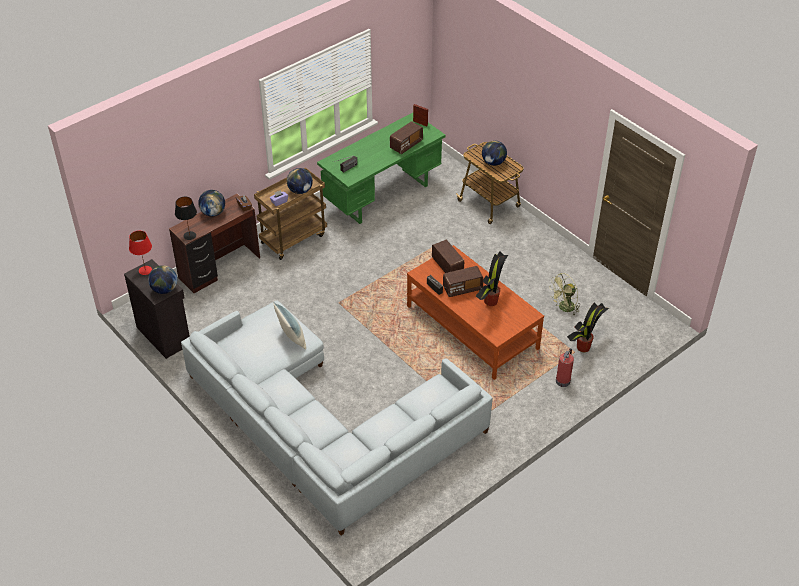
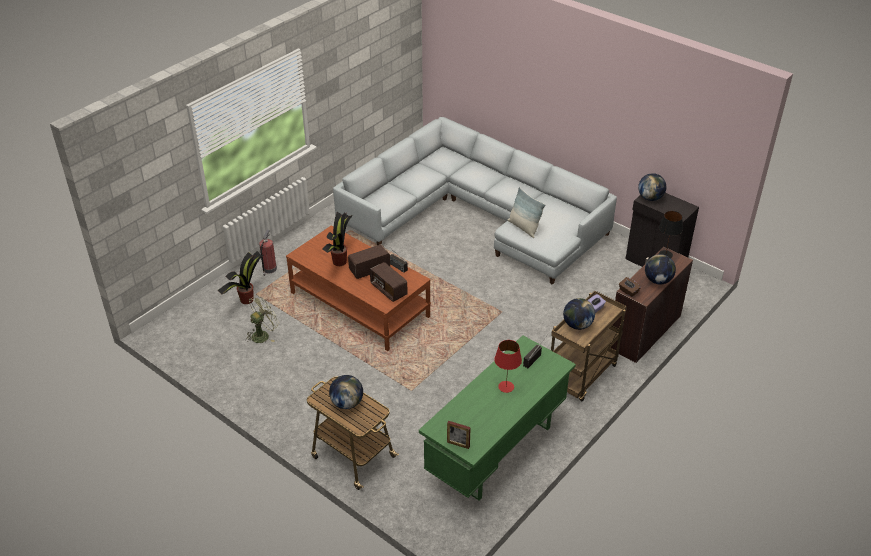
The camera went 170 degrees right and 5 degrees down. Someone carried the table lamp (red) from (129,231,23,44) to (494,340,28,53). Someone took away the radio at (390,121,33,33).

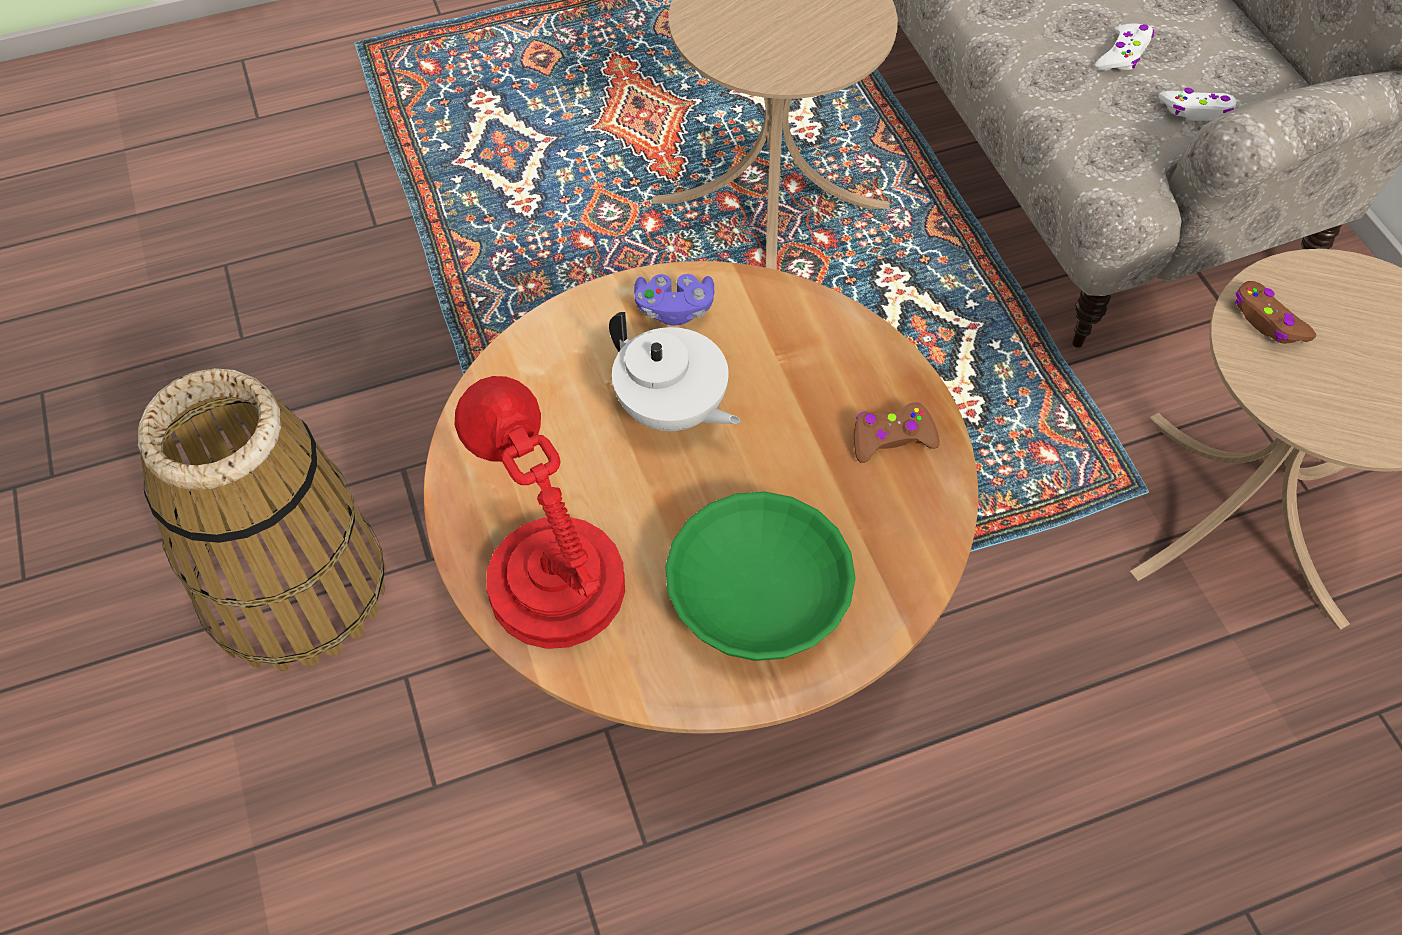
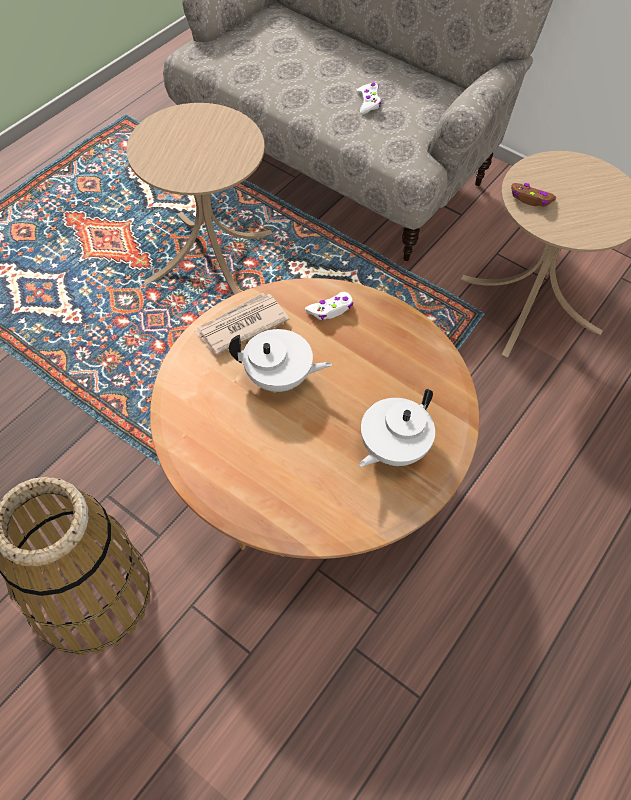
The camera went 35 degrees left and 0 degrees up. Someone swapped the game controller (purple) at (634,274,80,52) for the newspaper at (195,293,95,62). Someone carried the game controller (white) from (1159,88,78,33) to (305,292,48,28). Someone swapped the bowl (green) at (665,491,191,170) for the teapot (white) at (359,389,76,78). Someone took away the table lamp (red) at (455,376,170,273). Someone took away the game controller (brown) at (854,402,86,61).

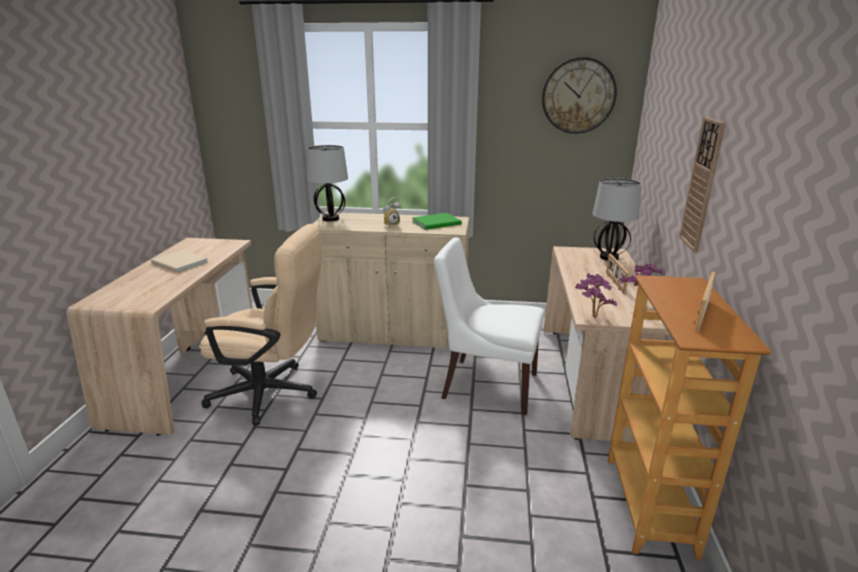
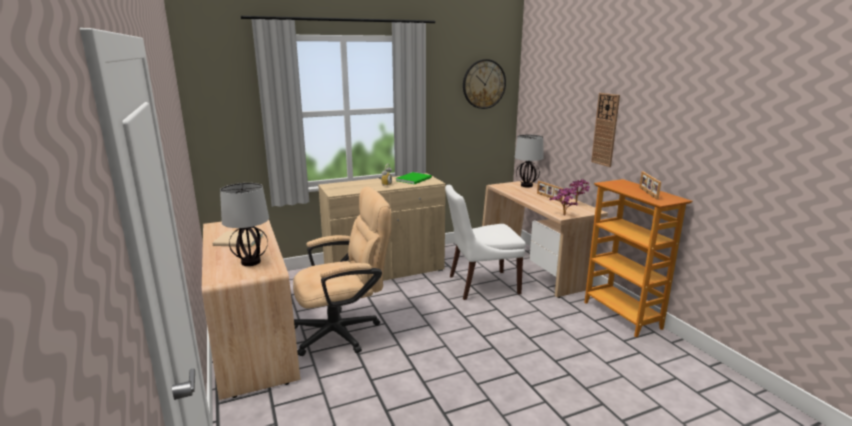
The camera went 30 degrees left and 5 degrees down. Someone carried the table lamp from (307,145,41,76) to (220,183,49,83).

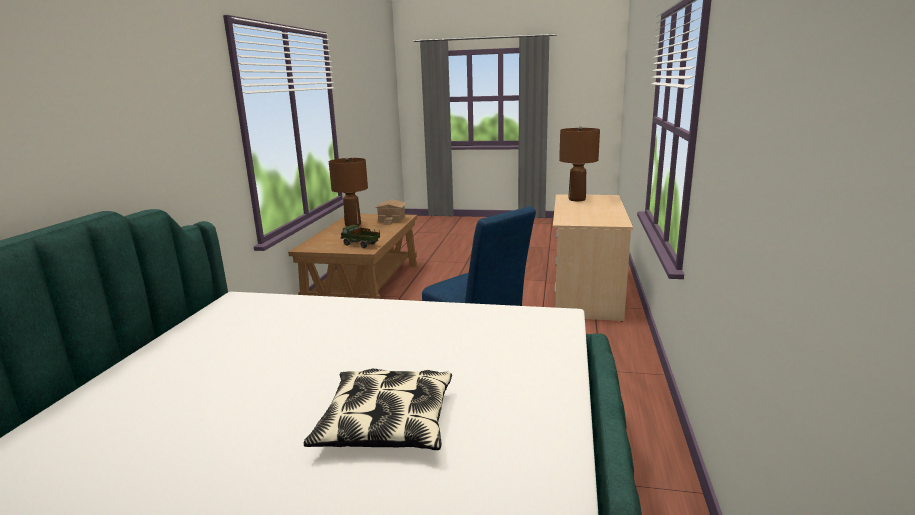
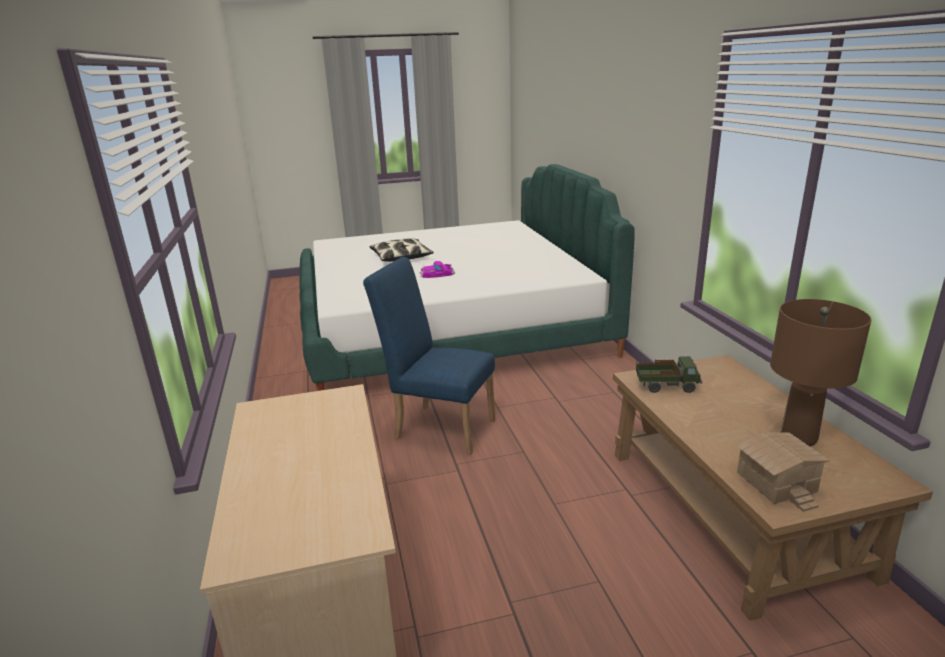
The camera went 155 degrees right and 5 degrees up. Someone put down the toy car at (419,261,36,17). Someone took away the table lamp (brown) at (559,126,41,75).

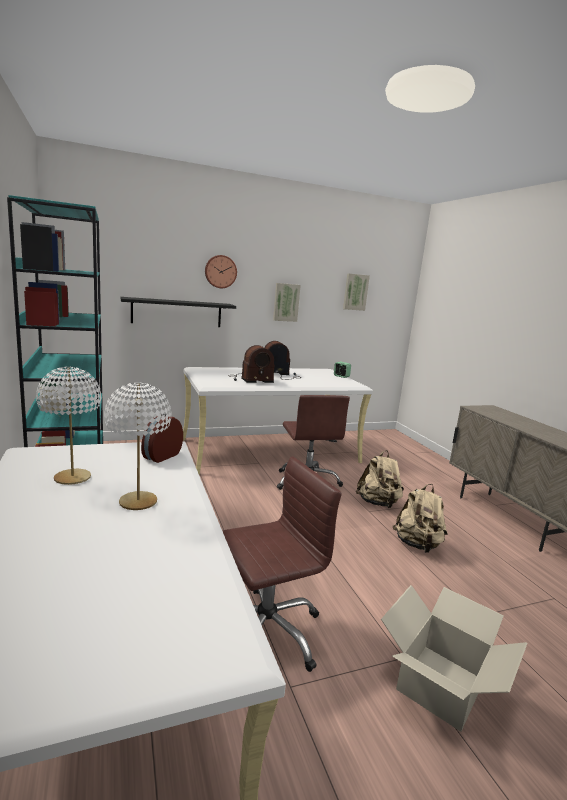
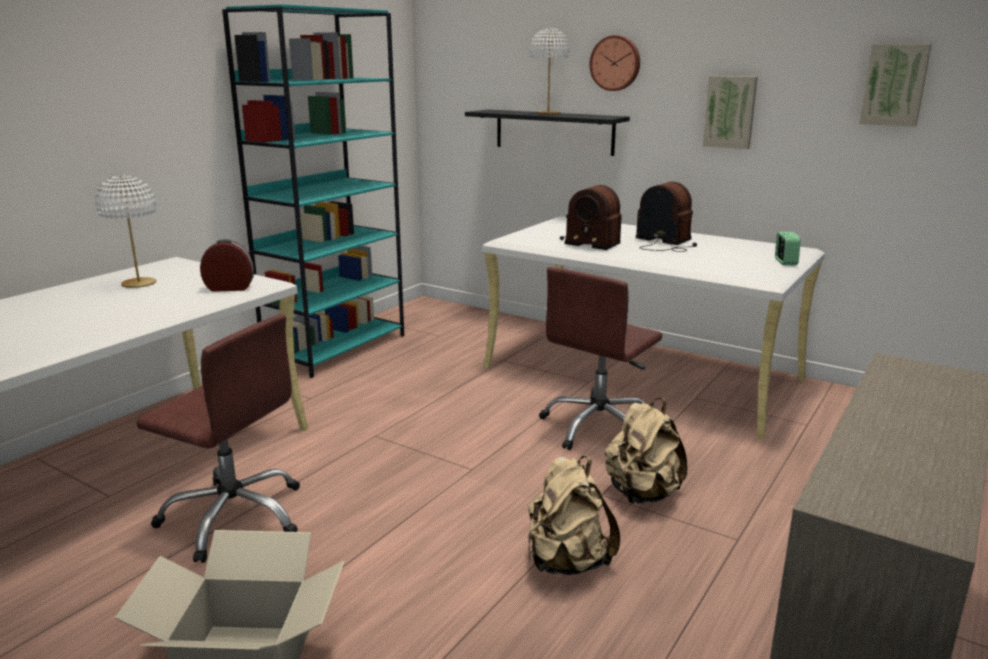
The camera went 55 degrees right and 5 degrees up. Someone carried the table lamp (white) from (104,382,67,128) to (530,28,40,86).

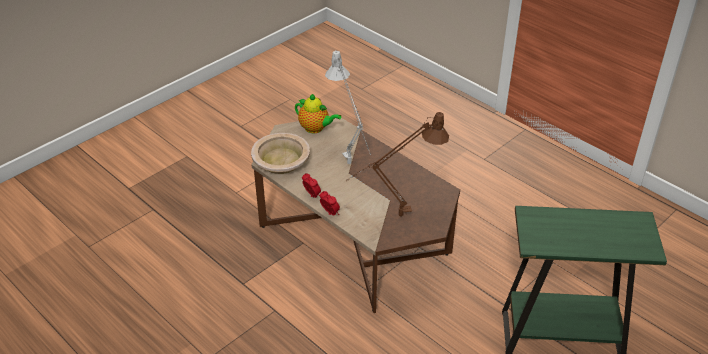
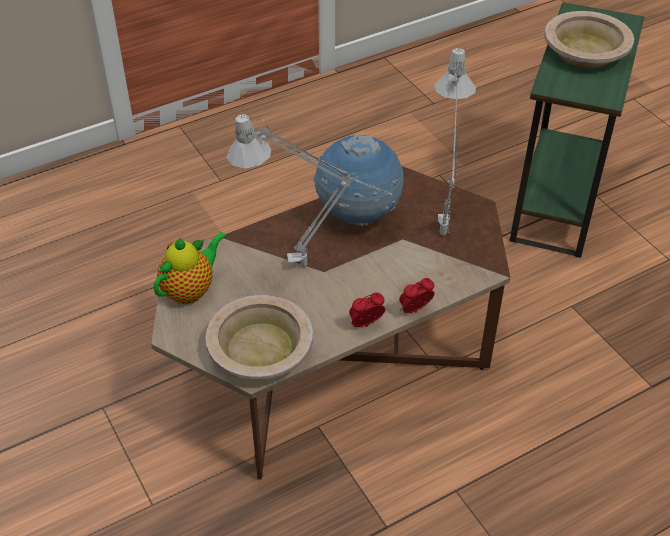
The camera went 75 degrees left and 5 degrees up. Someone put down the globe at (313,134,91,92). Someone repainted the table lamp (brown) at (346,112,103,104), which became the table lamp (grey) at (434,48,42,187). Someone put down the bowl (beige) at (544,11,90,57).

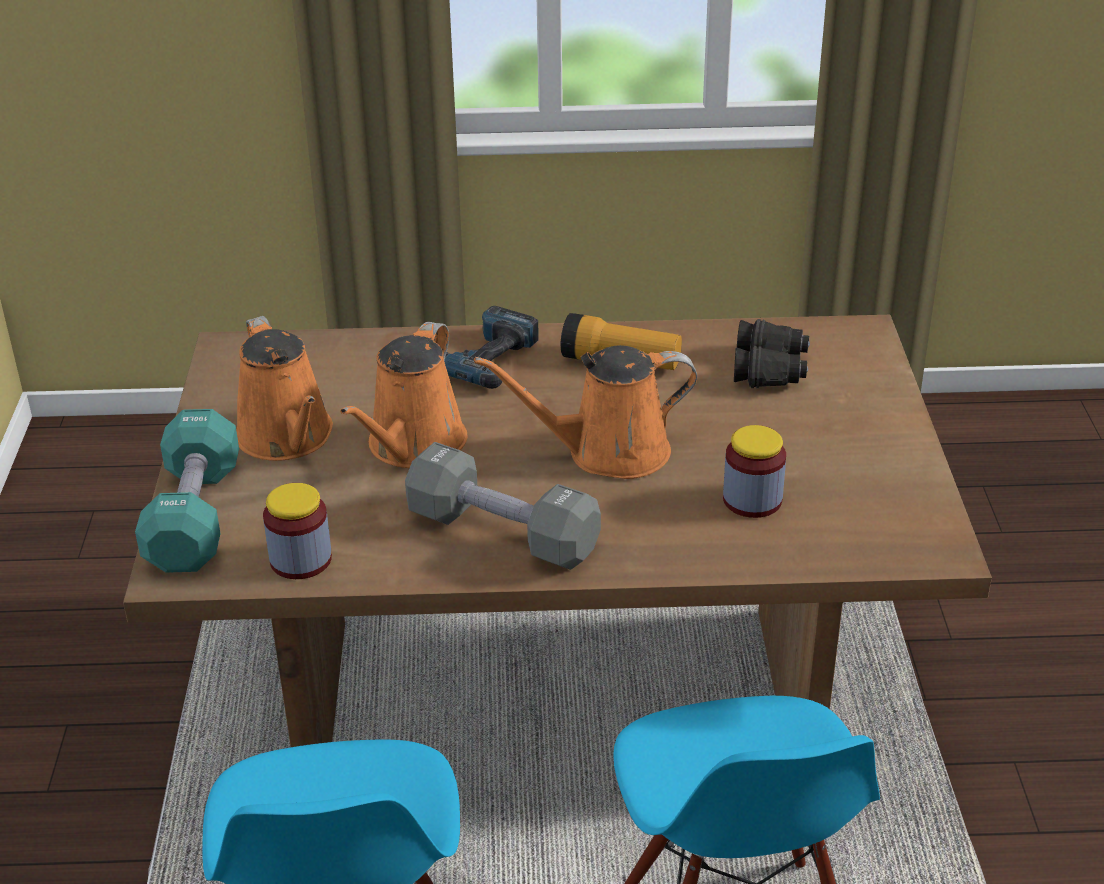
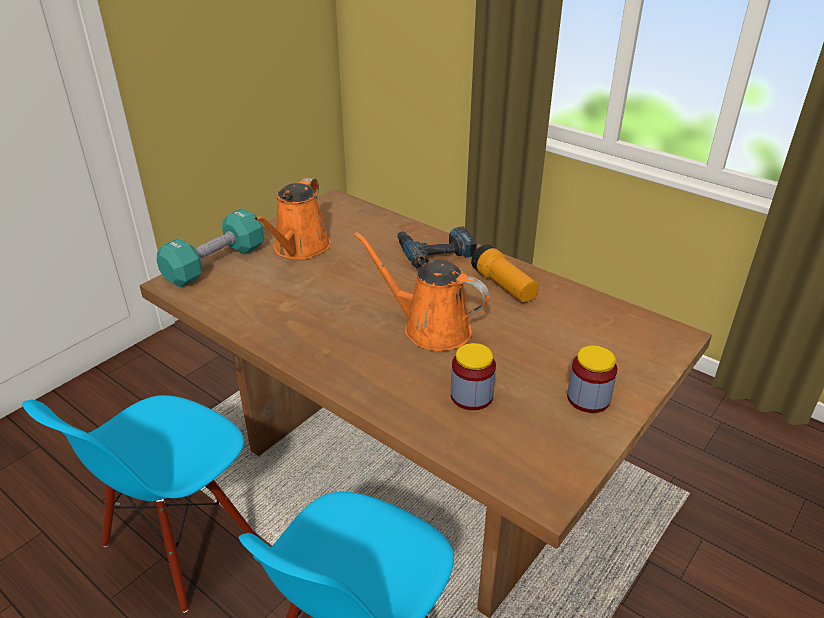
The camera went 40 degrees right and 0 degrees up. Someone carried the jar from (263,483,69,96) to (567,345,50,68). Someone took away the watering can (orange) at (340,322,127,146). Someone took away the dumbbell (grey) at (405,442,196,128). Someone took away the binoculars (black) at (734,319,76,69).

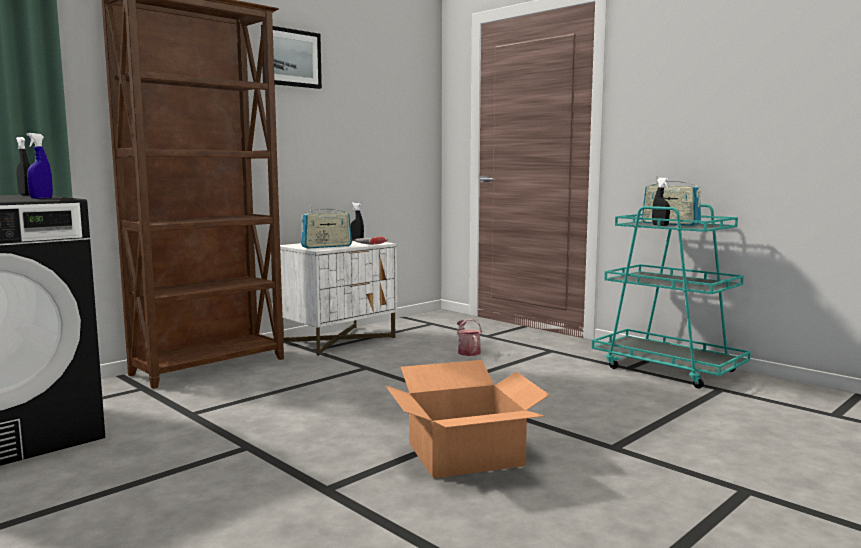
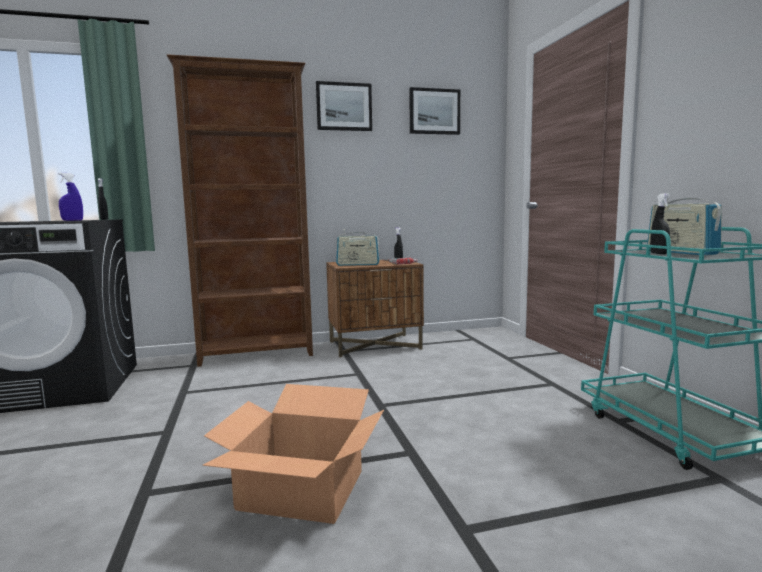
The camera went 30 degrees right and 0 degrees up. Someone repainted the nightstand (white) at (280,241,117,116), which became the nightstand (brown) at (326,260,98,97). Someone put up the picture at (409,87,51,48). Someone took away the watering can at (457,319,25,37).

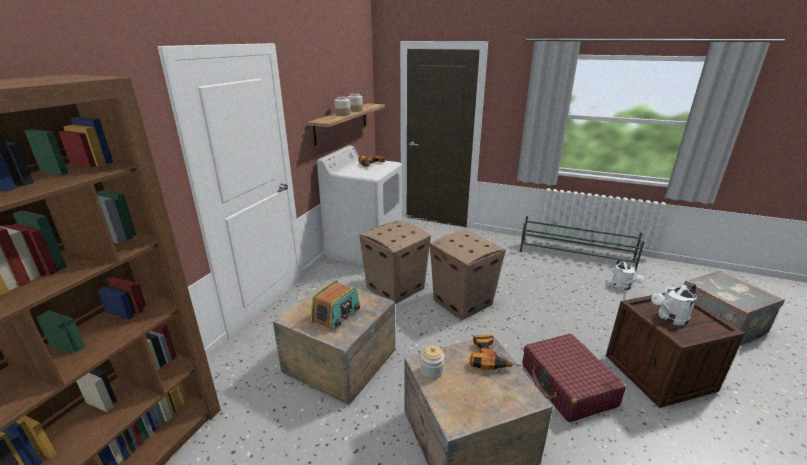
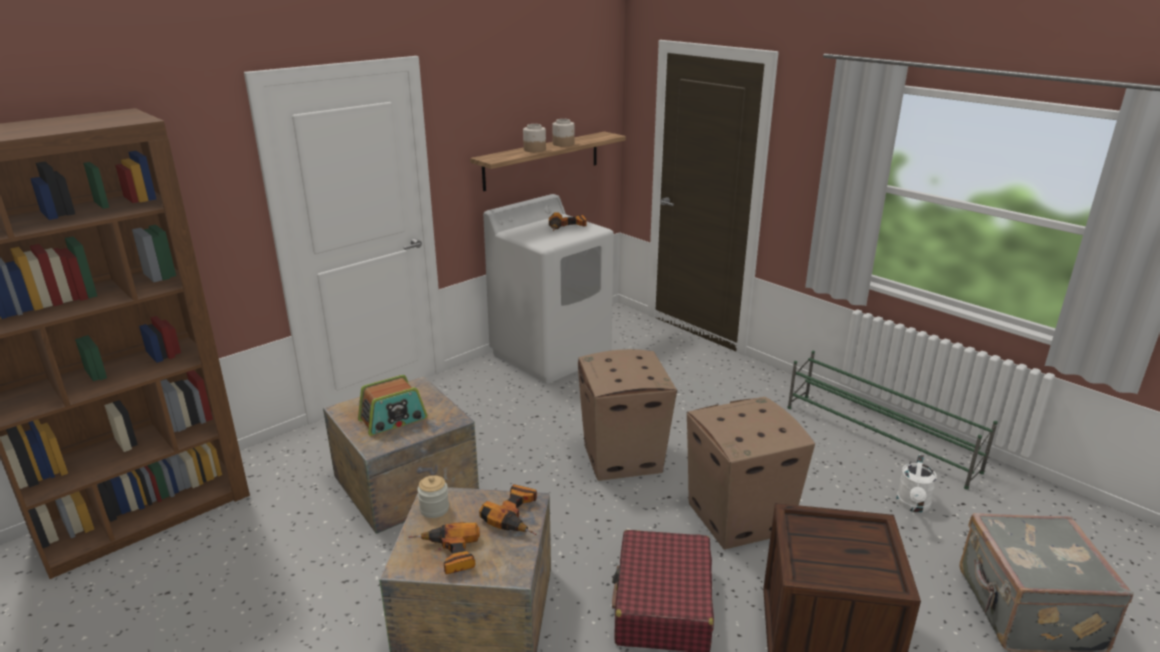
The camera went 25 degrees right and 0 degrees up. Someone put down the power drill at (409,522,71,53). Someone carried the cardboard box from (359,220,72,84) to (687,397,128,153). Someone took away the watering can (white) at (651,282,46,43).

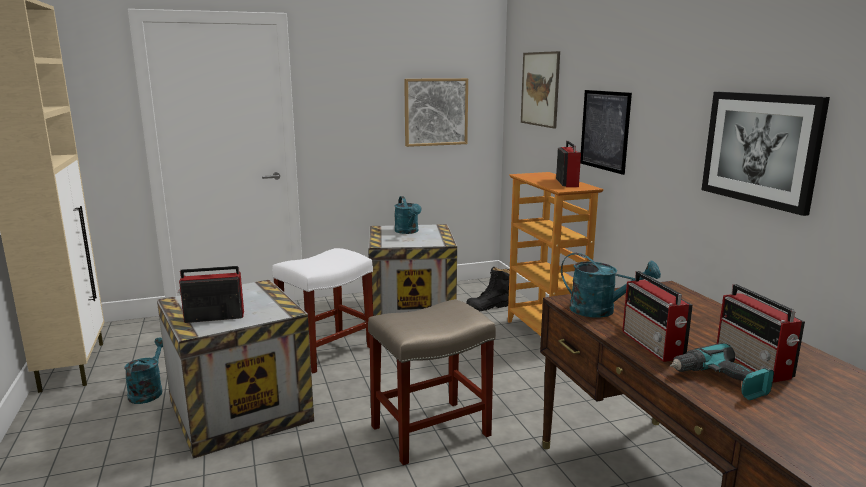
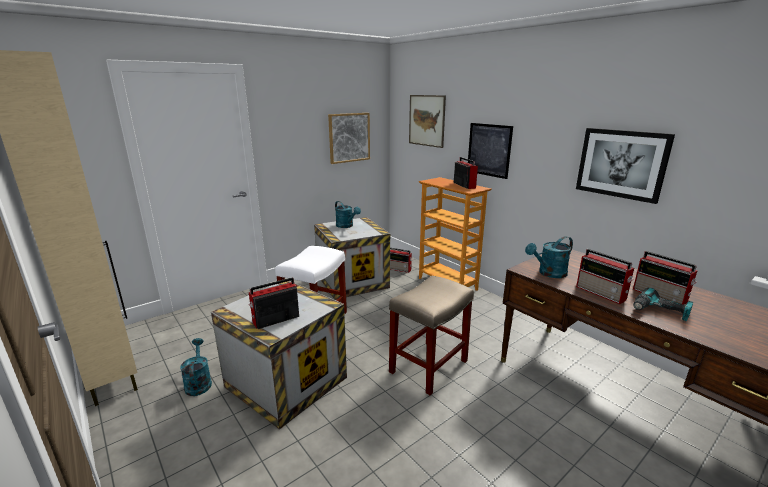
The camera went 20 degrees left and 5 degrees up. Someone swapped the boot (black) at (466,267,44,44) for the radio at (390,248,22,25). Someone rotated the watering can (turquoise) at (561,253,100,65) by 150 degrees clockwise.

